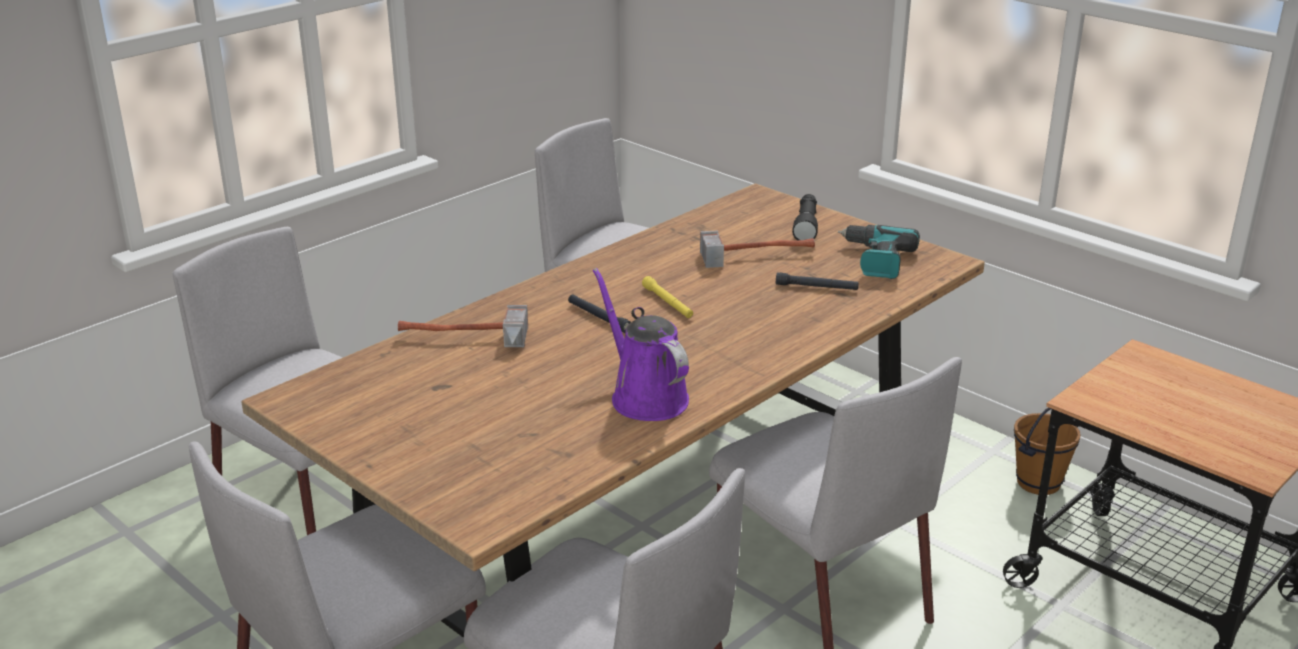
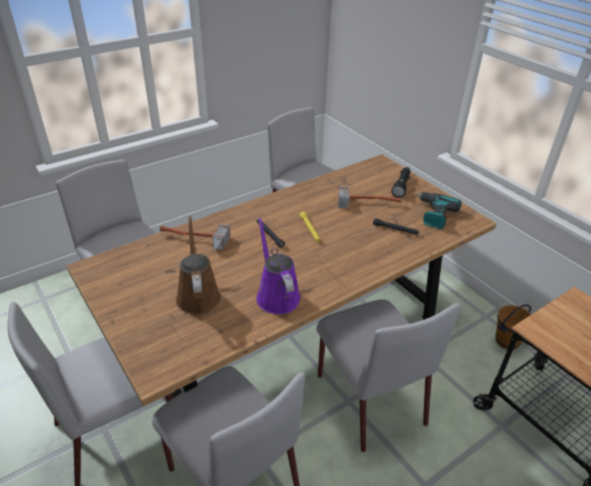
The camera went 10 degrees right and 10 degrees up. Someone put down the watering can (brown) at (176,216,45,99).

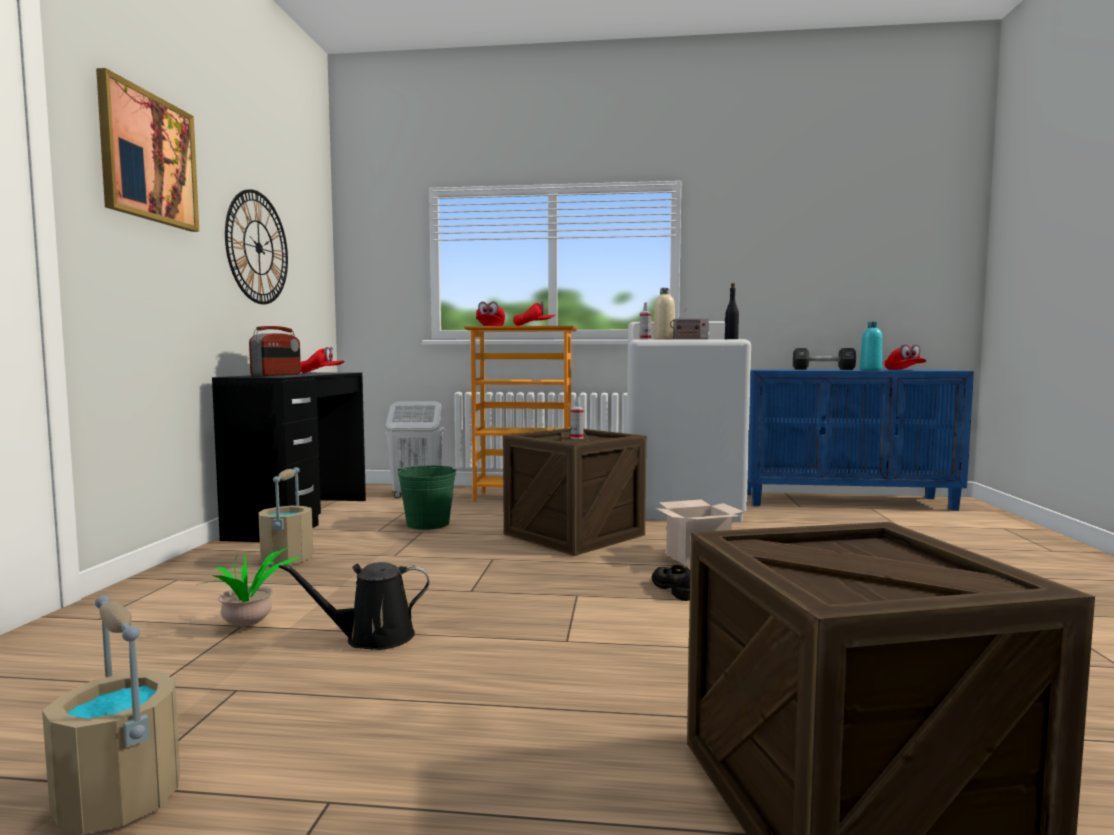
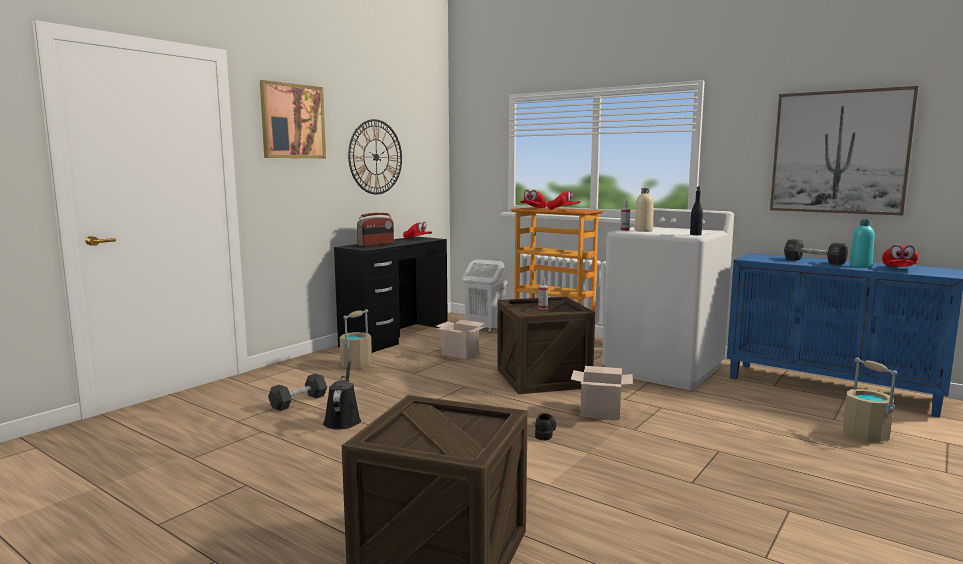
The camera went 30 degrees right and 5 degrees up. Someone swapped the potted plant at (197,546,103,81) for the dumbbell (black) at (268,374,59,37). Someone rotated the watering can (black) at (279,562,151,88) by 75 degrees clockwise. Someone swapped the bucket (green) at (398,465,58,65) for the cardboard box at (435,320,50,39). Someone put up the picture at (770,86,149,129). Someone carried the bucket (beige) from (42,595,138,239) to (843,358,55,84). Someone took away the radio at (670,308,39,31).

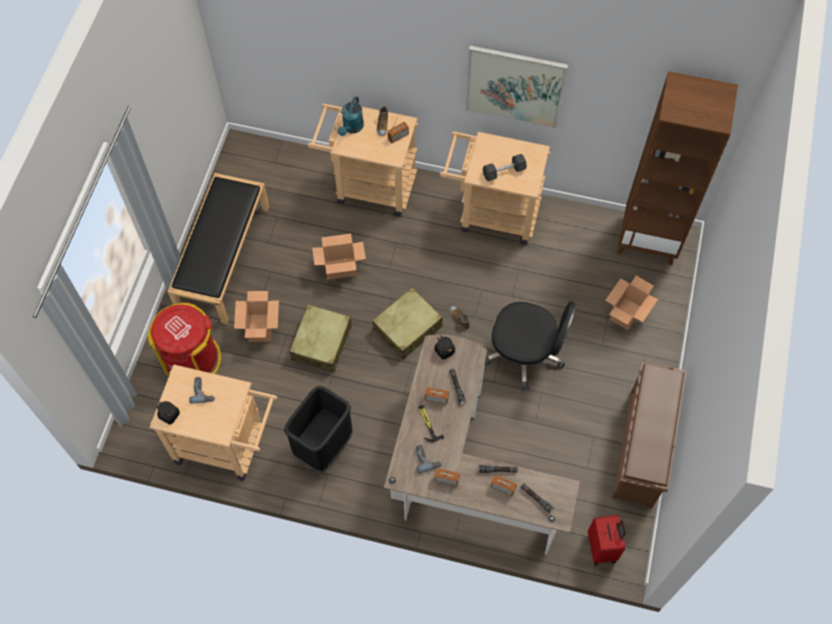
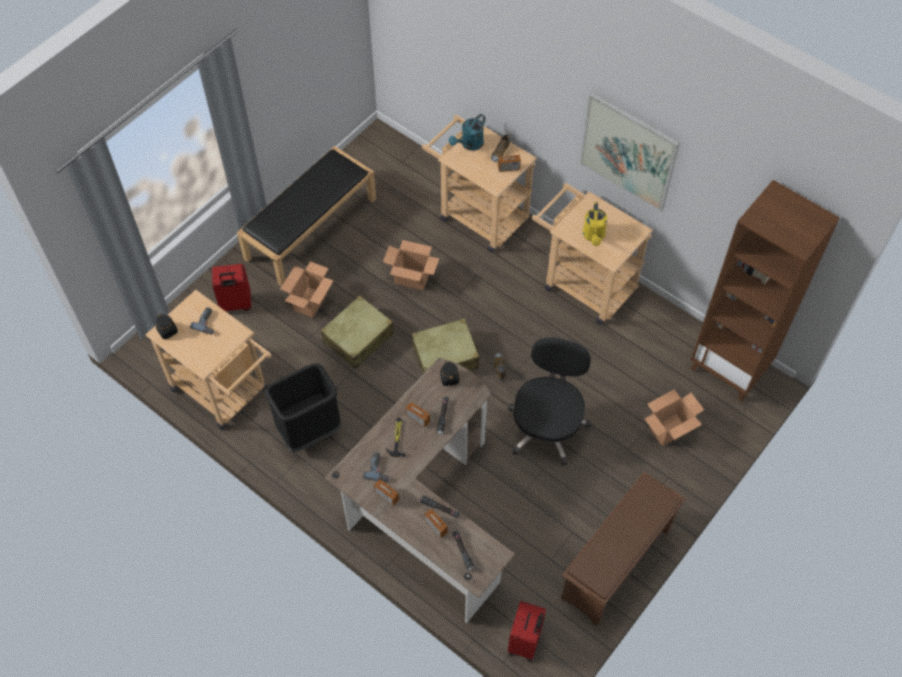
The camera went 25 degrees right and 5 degrees down. Someone swapped the trash can (red) at (147,302,74,74) for the suitcase (red) at (212,264,39,47). Someone rotated the office chair (black) at (485,301,92,89) by 120 degrees counterclockwise. Someone swapped the dumbbell (black) at (483,154,44,27) for the watering can (yellow) at (583,202,24,44).

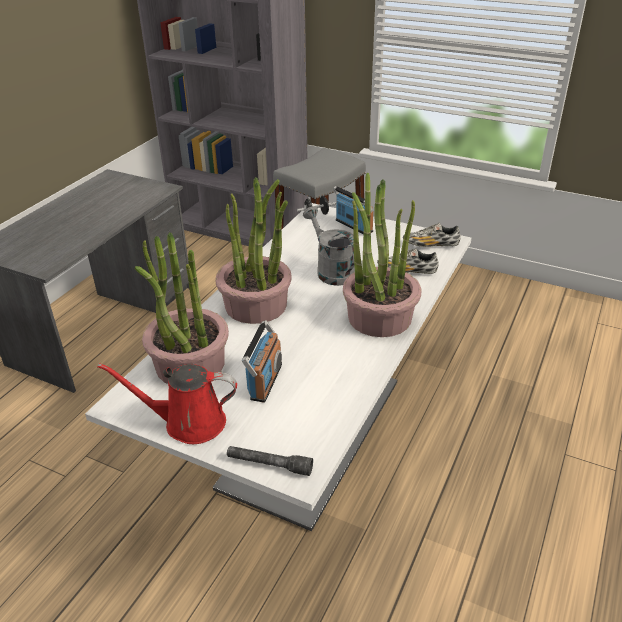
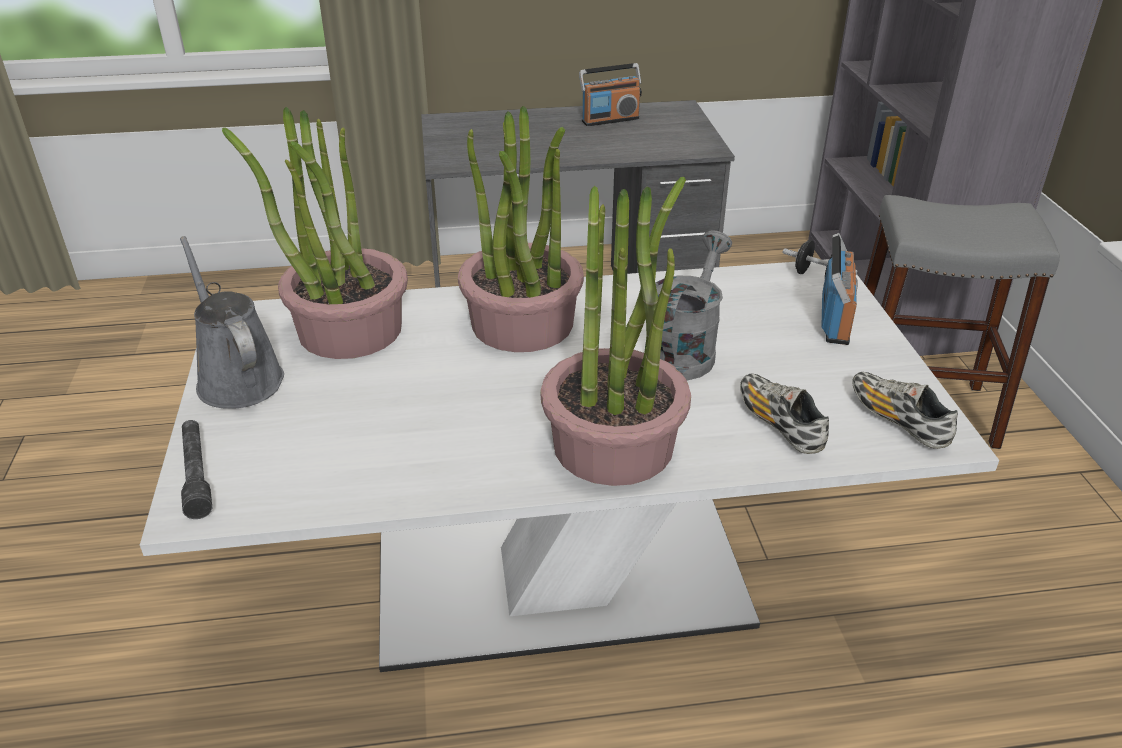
The camera went 55 degrees right and 0 degrees up. Someone repainted the watering can (red) at (97,363,140,81), which became the watering can (grey) at (180,236,104,173). Someone carried the radio from (242,320,40,82) to (579,63,63,63).

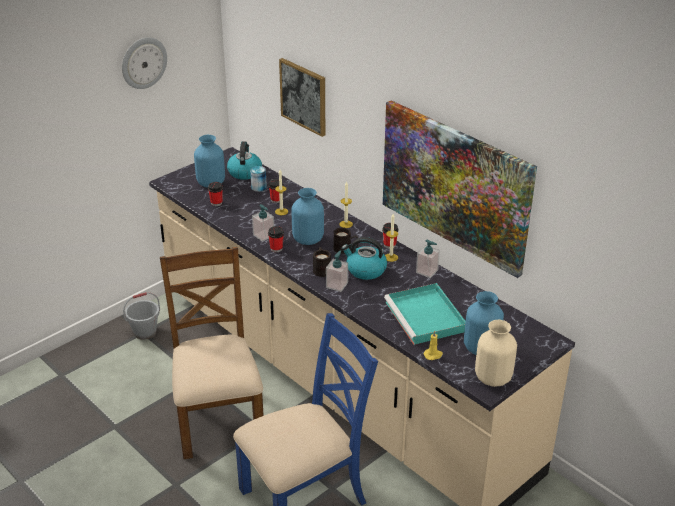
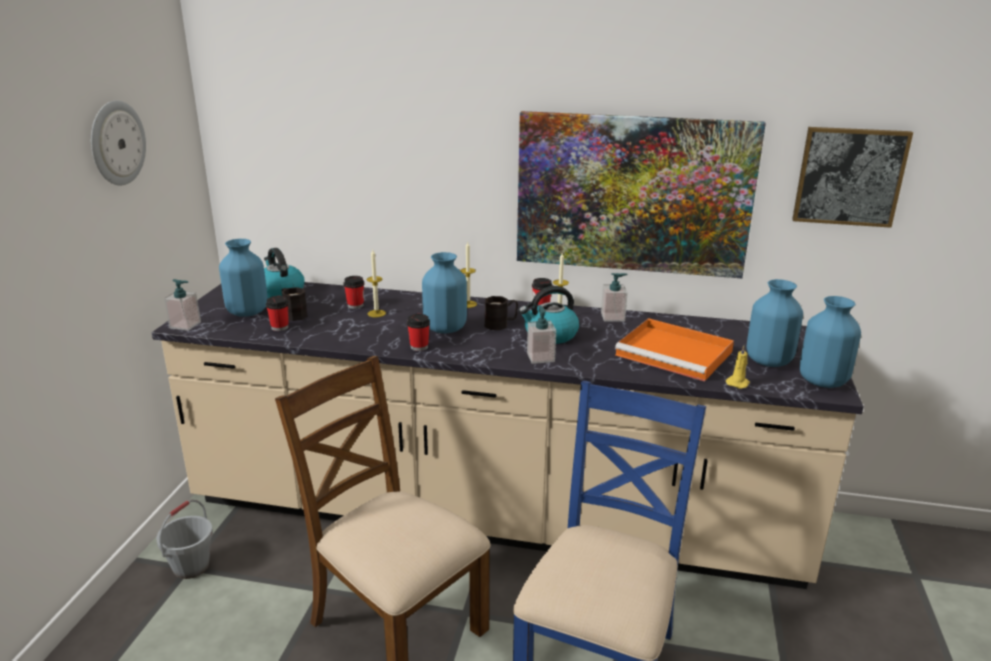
The camera went 35 degrees left and 10 degrees down. Someone carried the soap dispenser from (252,204,22,38) to (164,279,37,52). Someone carried the mug (black) from (313,247,18,30) to (282,287,26,34). Someone repainted the tray (turquoise) at (384,283,82,62), which became the tray (orange) at (615,318,119,63). Someone carried the picture from (279,58,46,79) to (792,127,121,101). Someone repainted the vase (beige) at (475,320,42,67), which became the vase (blue) at (800,296,61,92). Someone took away the can at (250,166,17,26).

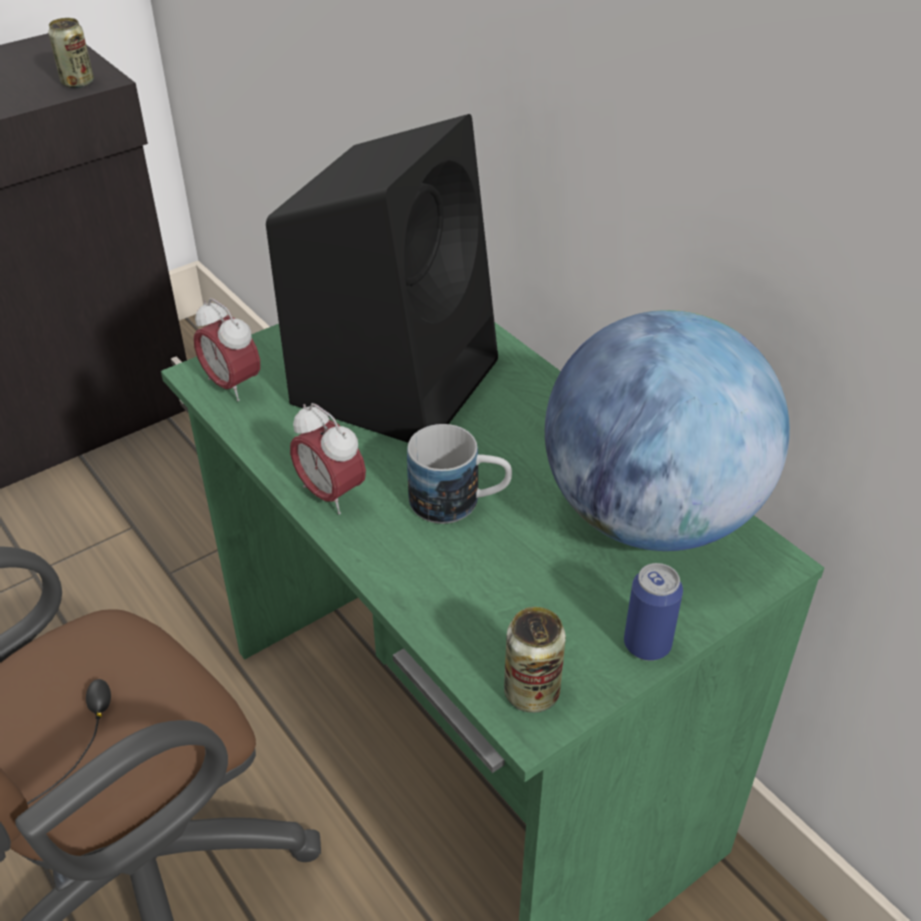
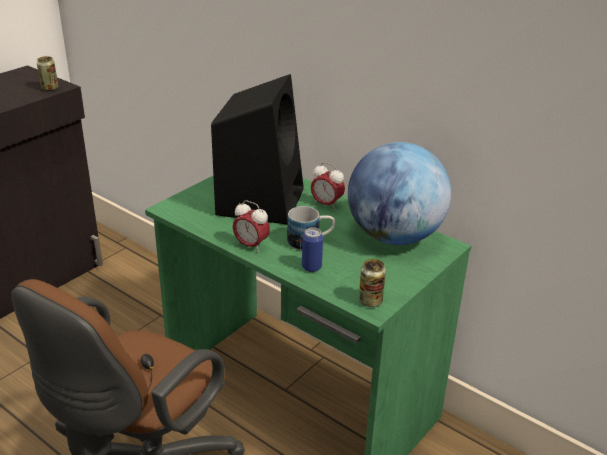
The camera went 15 degrees left and 10 degrees down. Someone carried the can from (624,563,59,98) to (302,228,21,44). Someone carried the alarm clock from (194,298,66,104) to (311,162,34,48).

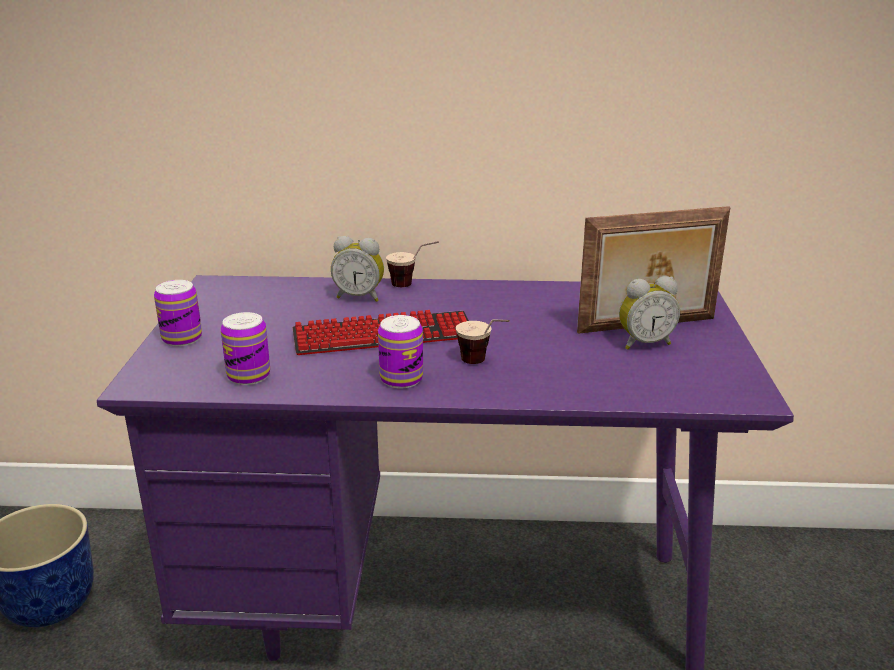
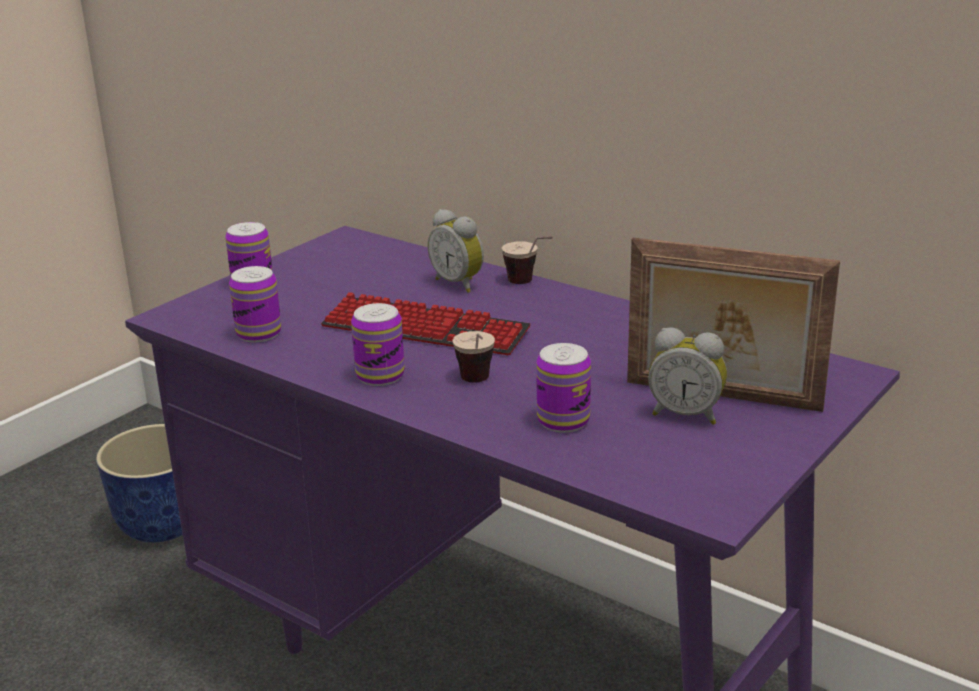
The camera went 35 degrees right and 0 degrees up. Someone put down the can at (536,343,55,90).

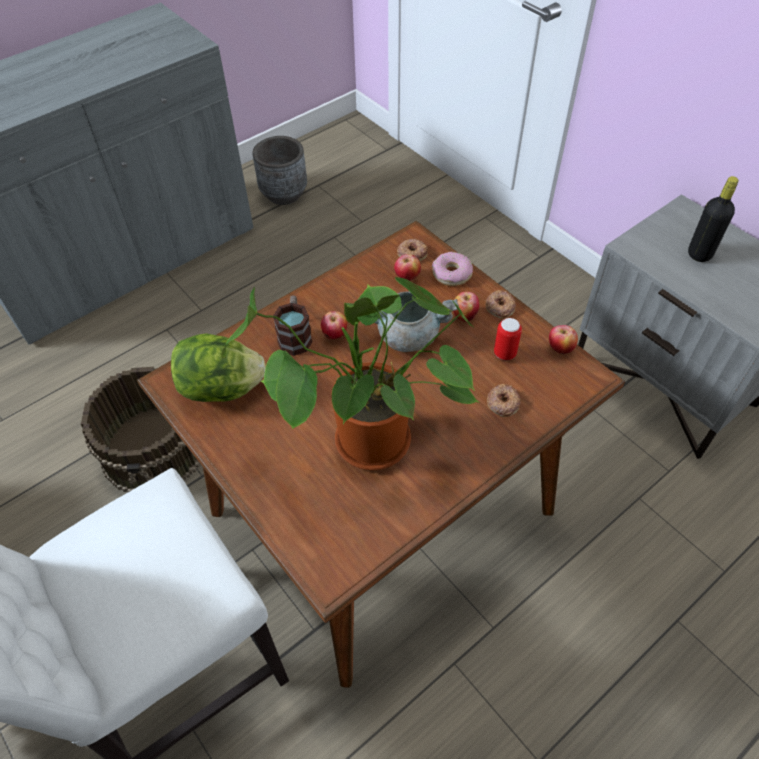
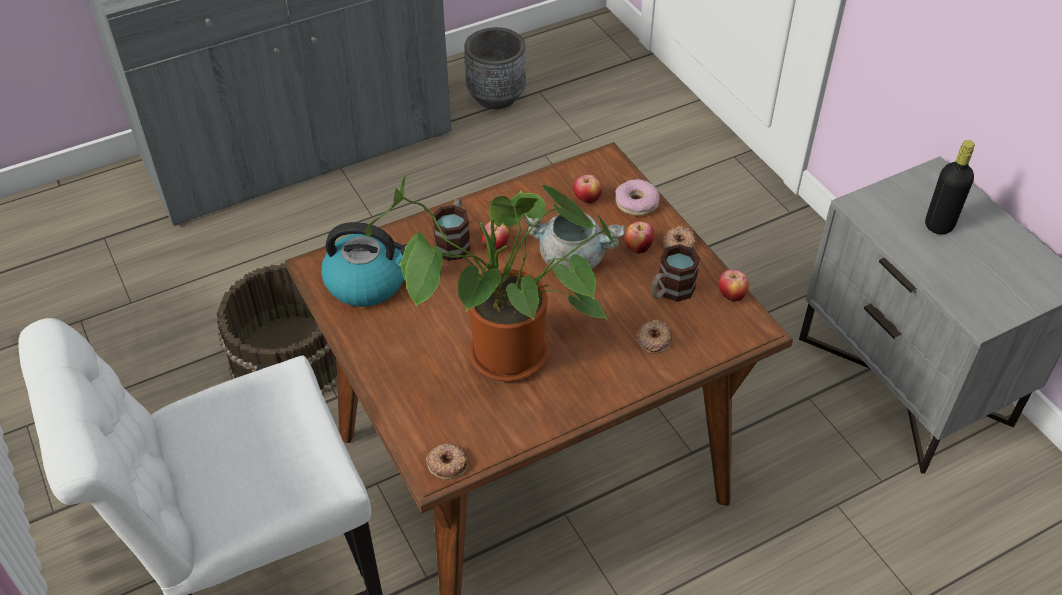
The camera went 10 degrees right and 5 degrees down. Someone swapped the lettuce at (171,333,95,69) for the kettle at (321,222,86,85). Someone carried the donut from (397,239,31,22) to (426,443,42,37). Someone swapped the can at (494,318,28,42) for the mug at (652,244,48,58).

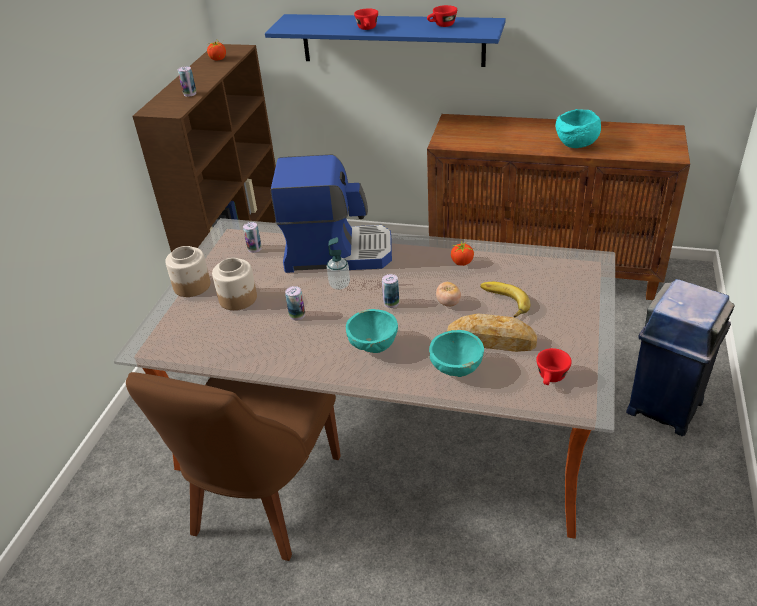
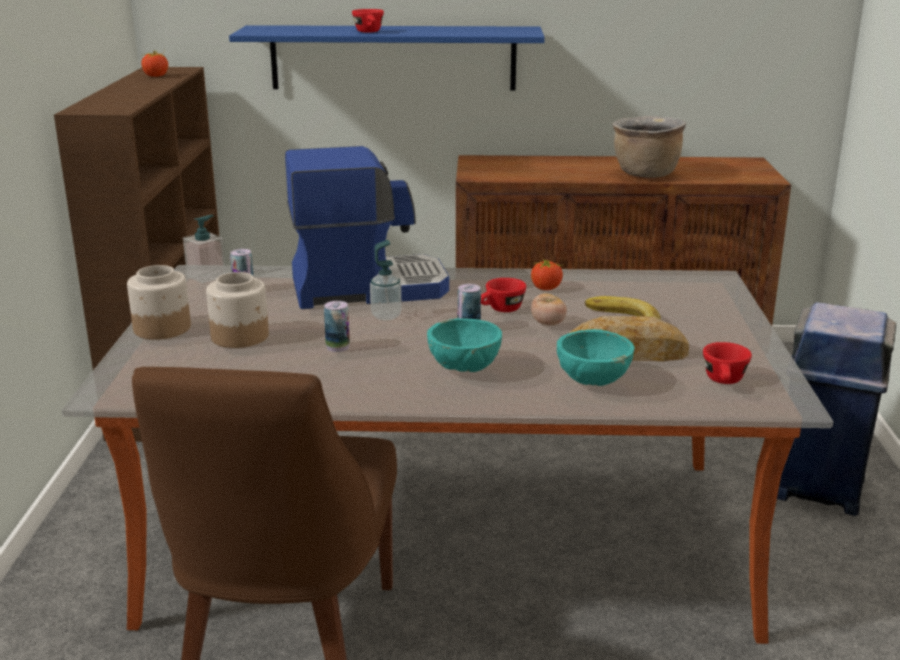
The camera went 15 degrees left and 15 degrees down. Someone put down the soap dispenser at (183,215,43,68). Someone carried the cup (red) from (427,5,30,22) to (481,278,45,34). Someone swapped the bowl (turquoise) at (556,109,45,39) for the cooking pot (brown) at (612,116,74,62). Someone took away the can at (178,66,18,31).

